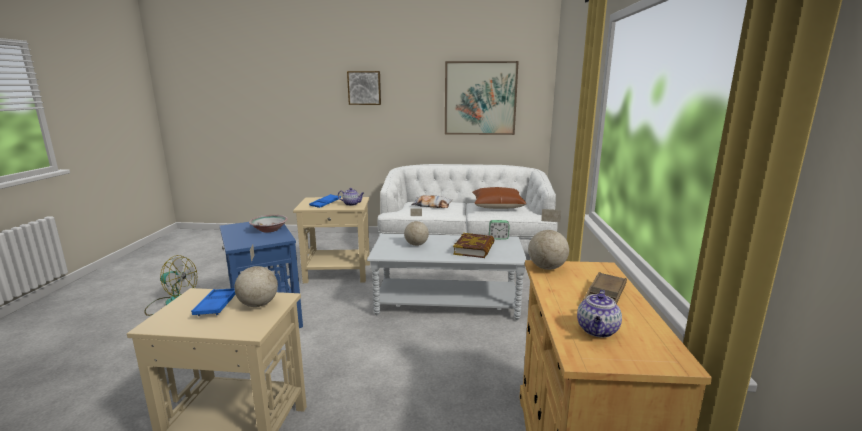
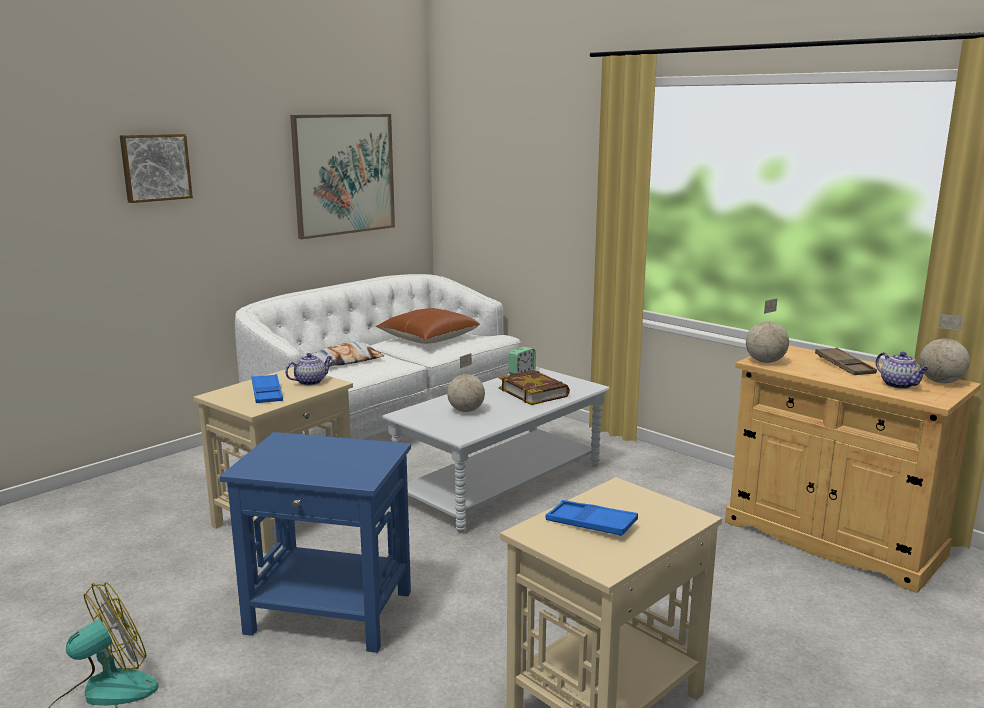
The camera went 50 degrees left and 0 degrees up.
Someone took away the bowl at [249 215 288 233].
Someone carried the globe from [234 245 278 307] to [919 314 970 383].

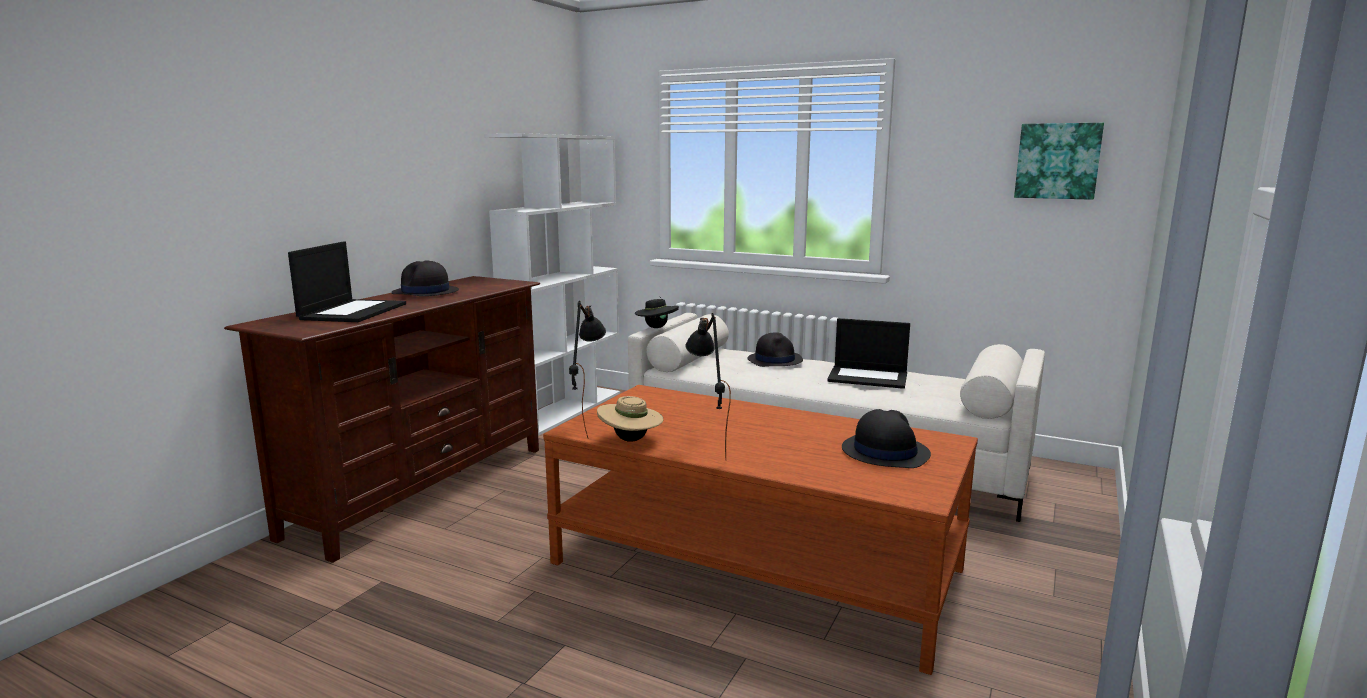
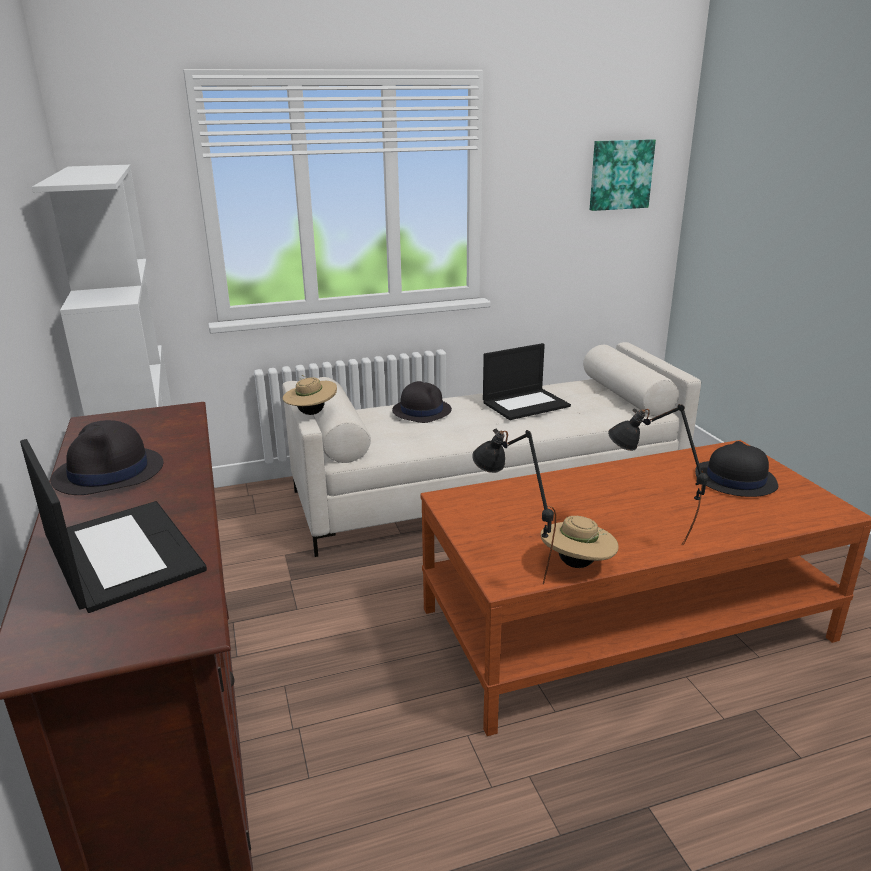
The camera went 45 degrees left and 10 degrees up.
Someone repainted the black hat at [635 297 679 328], which became the beige hat at [282 375 337 415].

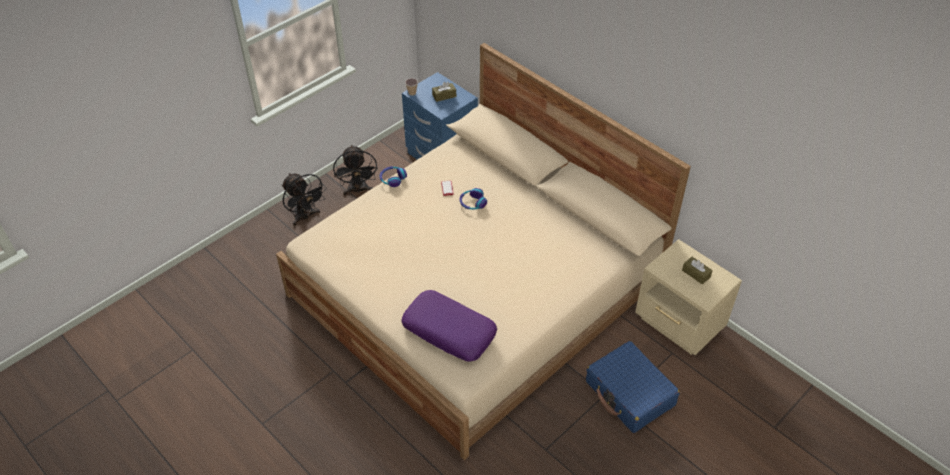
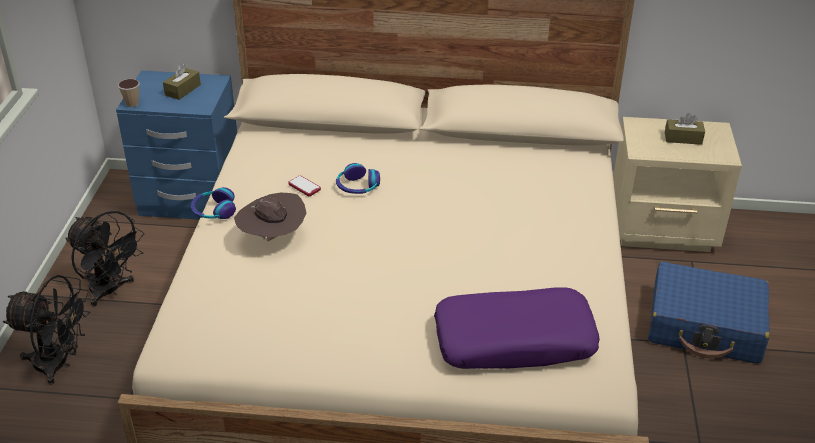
The camera went 40 degrees left and 10 degrees down.
Someone put down the brown hat at [234 193 306 241].

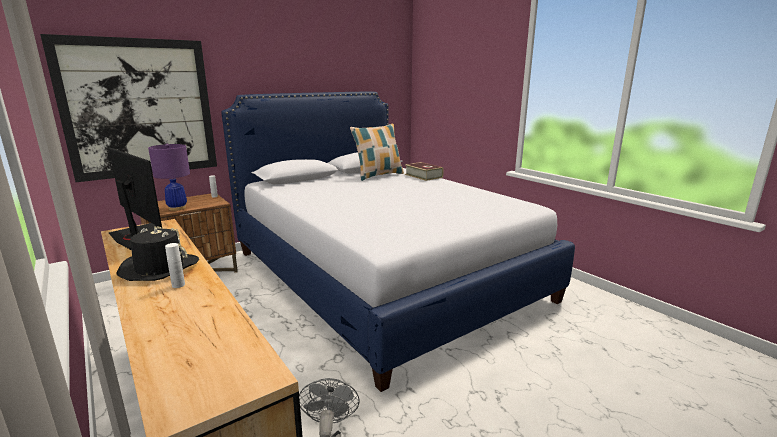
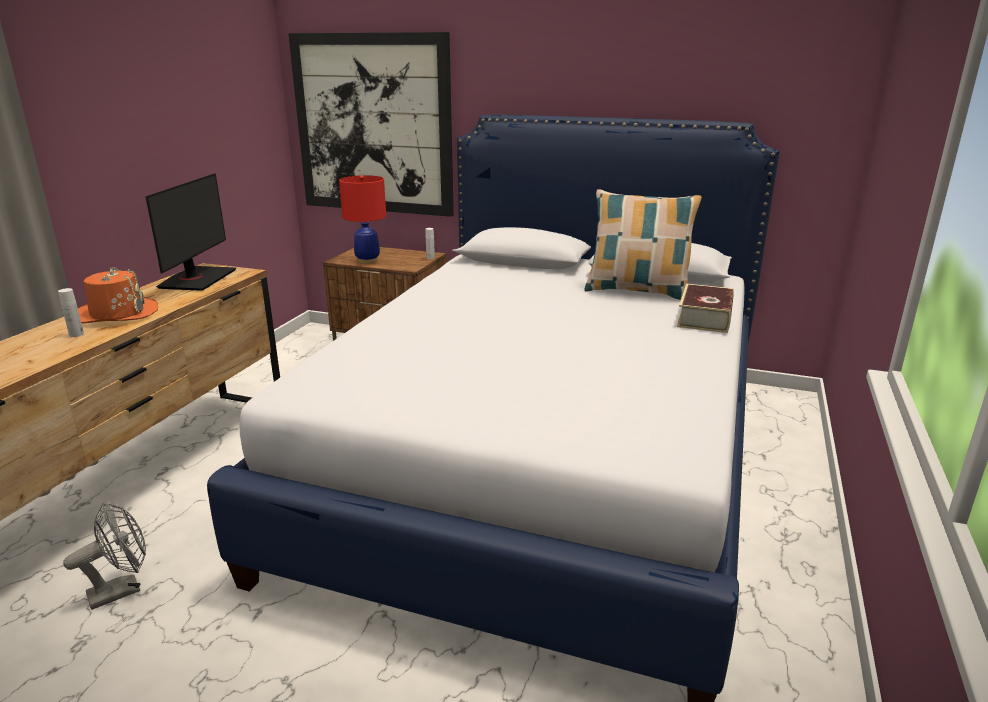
The camera went 55 degrees right and 5 degrees up.
Someone repainted the purple table lamp at [148 144 190 211], which became the red table lamp at [339 175 386 264].
Someone repainted the black hat at [116 226 199 281], which became the orange hat at [78 267 158 324].

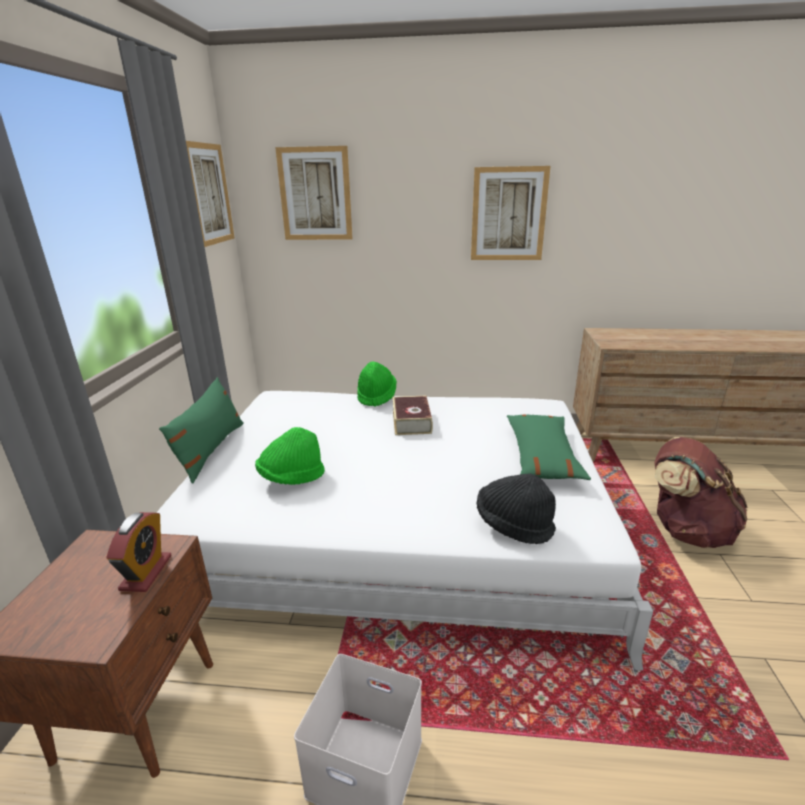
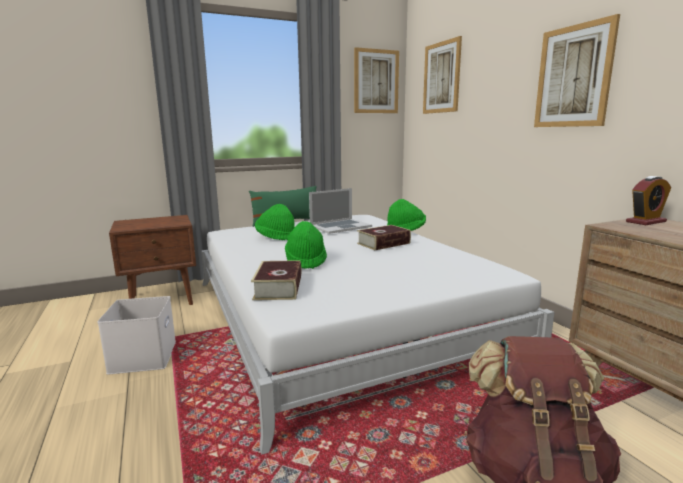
The camera went 60 degrees right and 10 degrees down.
Someone took away the green pillow at [507 415 591 480].
Someone swapped the black hat at [476 474 556 544] for the book at [251 260 302 300].
Someone carried the alarm clock from [106 512 172 592] to [626 176 671 225].
Someone put down the laptop at [309 188 372 234].
Someone put down the green hat at [285 221 327 269].

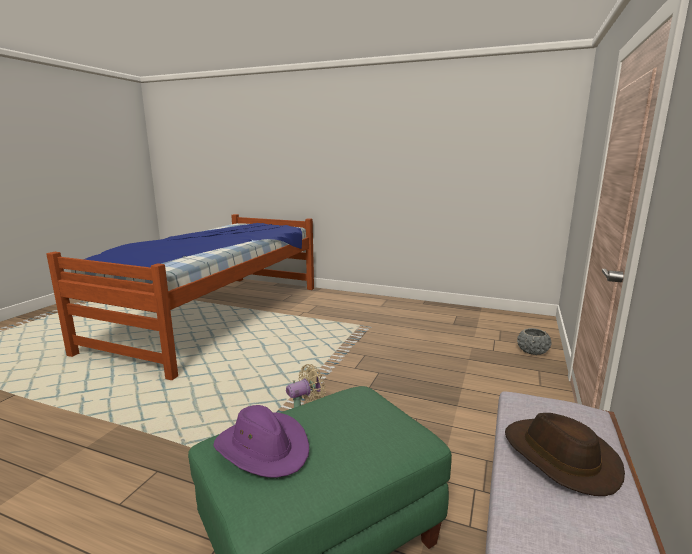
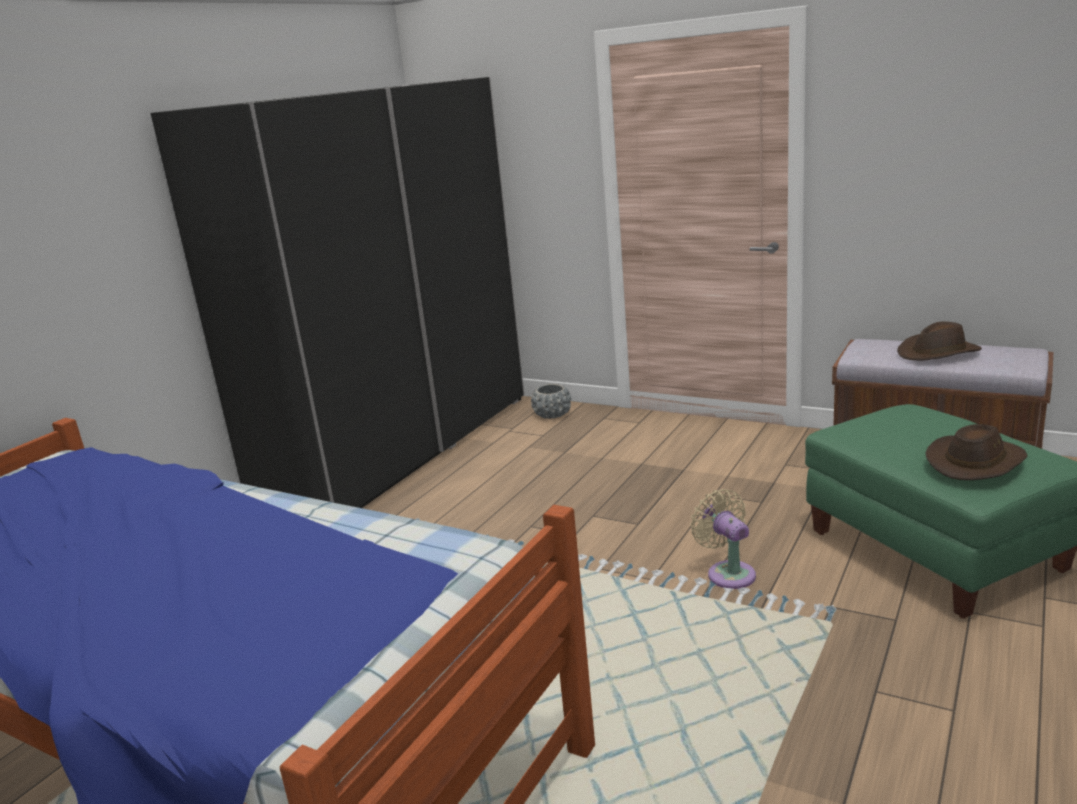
The camera went 80 degrees left and 5 degrees up.
Someone repainted the purple hat at [213 405 309 478], which became the brown hat at [925 424 1028 480].
Someone put down the black wardrobe at [151 77 524 508].

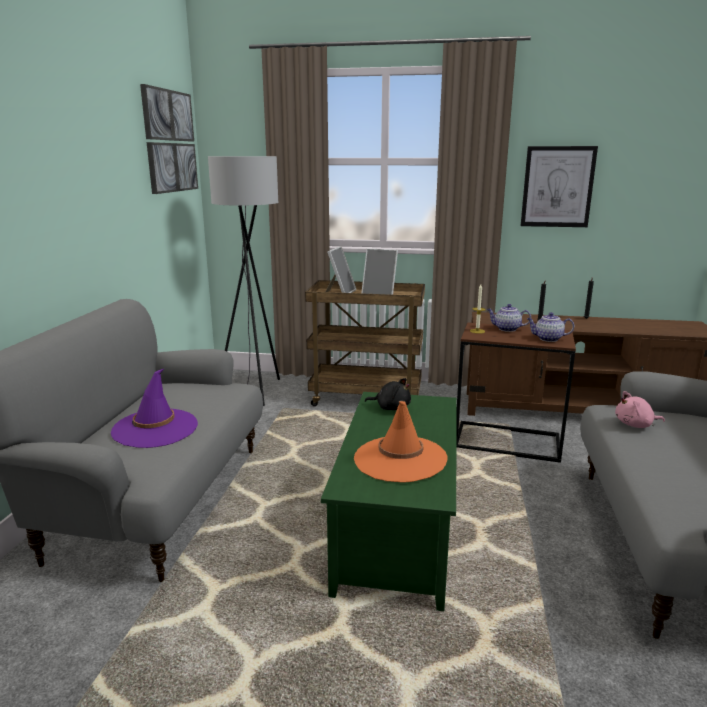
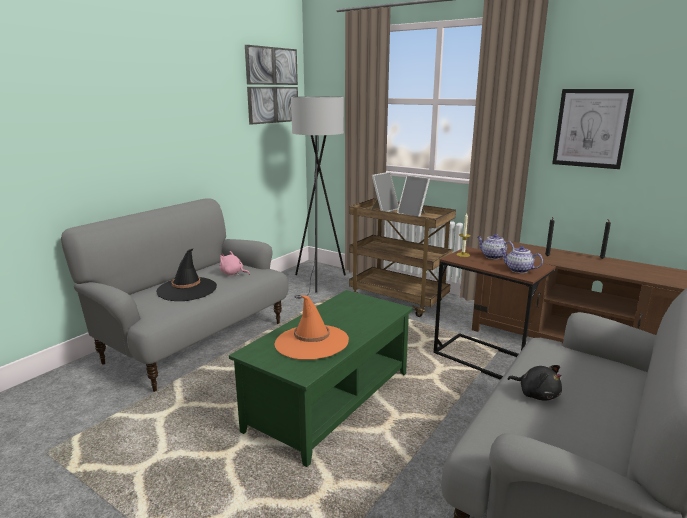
The camera went 25 degrees right and 0 degrees up.
Someone repainted the purple hat at [111 368 198 448], which became the black hat at [156 248 217 301].
Someone carried the black plush toy from [365 378 411 410] to [508 365 562 401].
Someone carried the pink plush toy from [615 391 665 428] to [219 251 250 276].

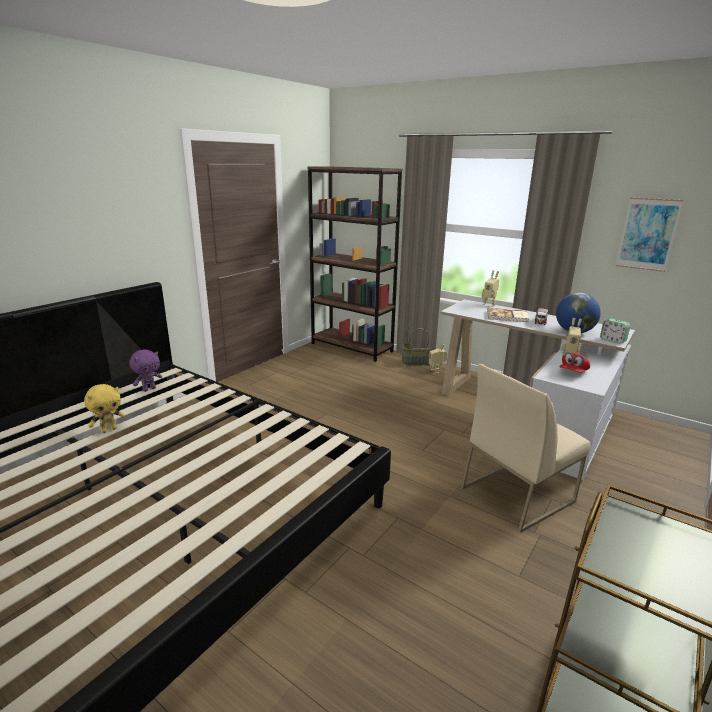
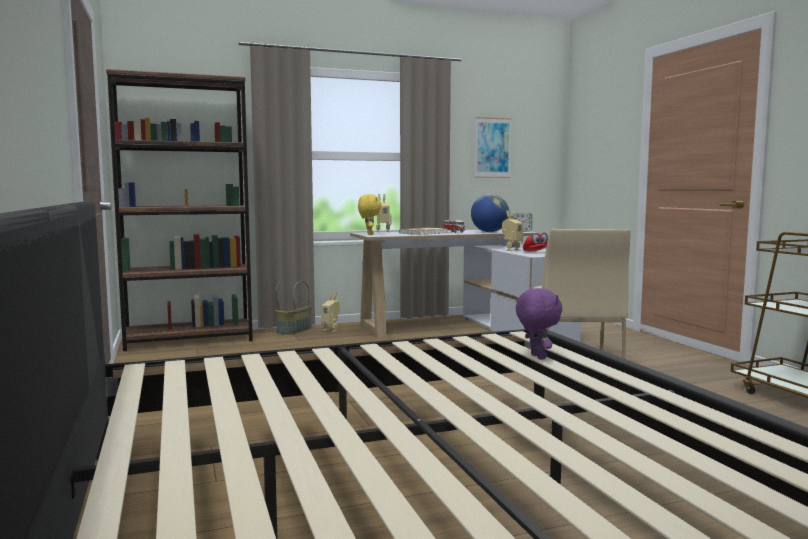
The camera went 55 degrees left and 15 degrees down.
Someone carried the purple plush toy from [129 349 162 392] to [516 288 562 360].
Someone carried the yellow plush toy from [84 384 125 433] to [358 194 382 235].

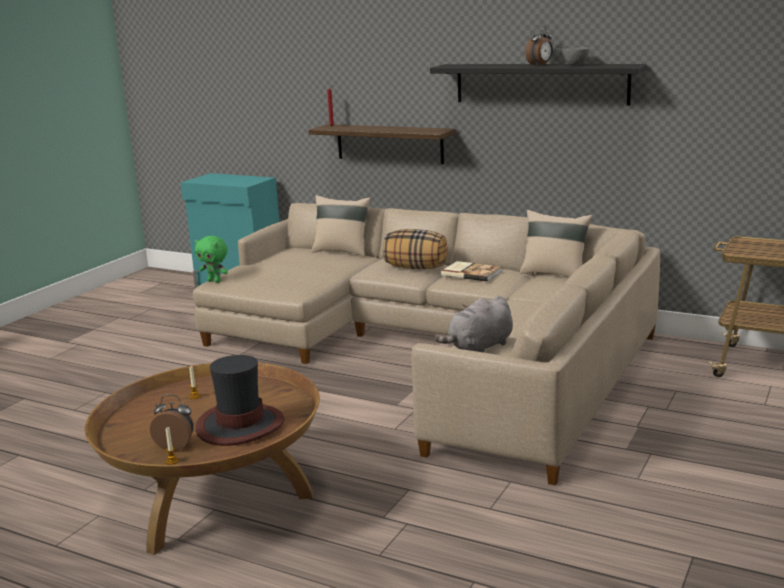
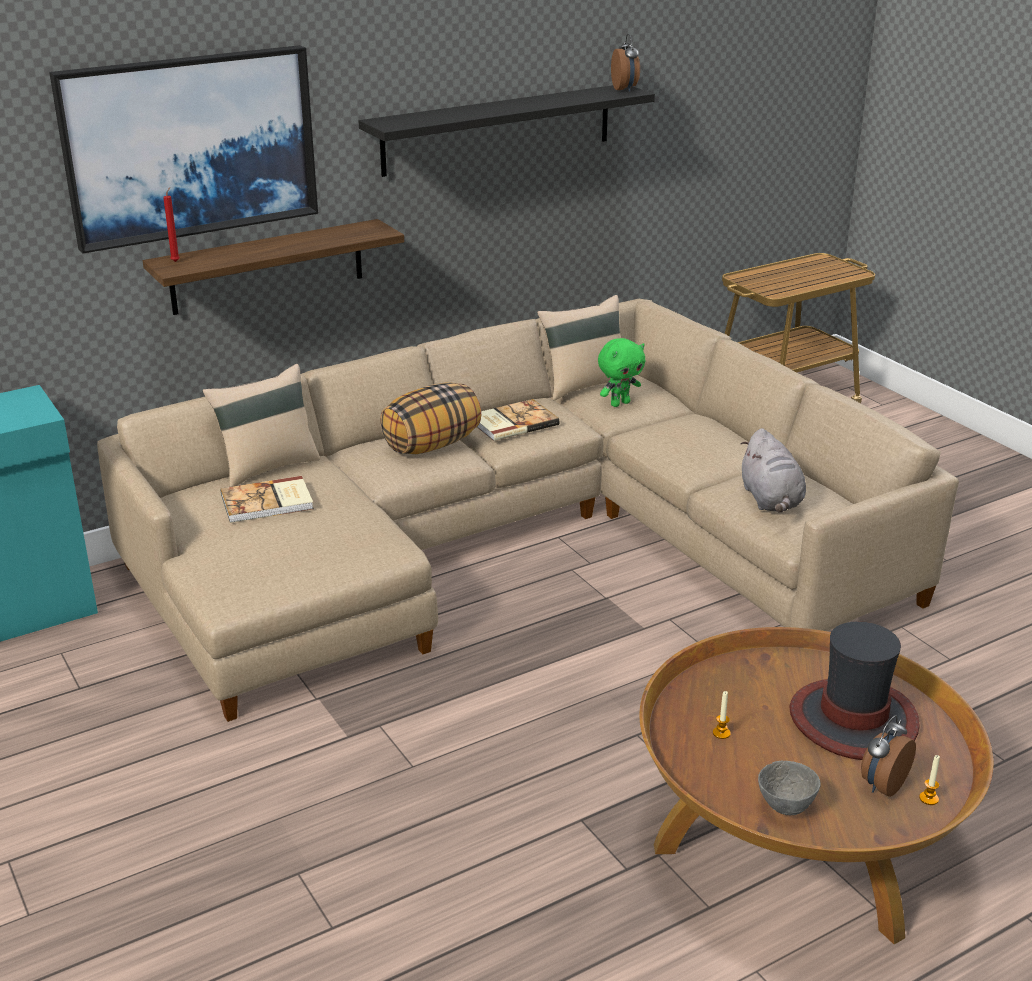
The camera went 60 degrees left and 10 degrees up.
Someone carried the alarm clock from [525 26 553 66] to [611 34 640 92].
Someone carried the grey bowl from [562 47 590 66] to [758 761 821 815].
Someone carried the green plush toy from [195 236 228 283] to [598 338 645 407].
Someone put up the picture at [49 45 318 253].
Someone put down the book at [220 476 314 523].

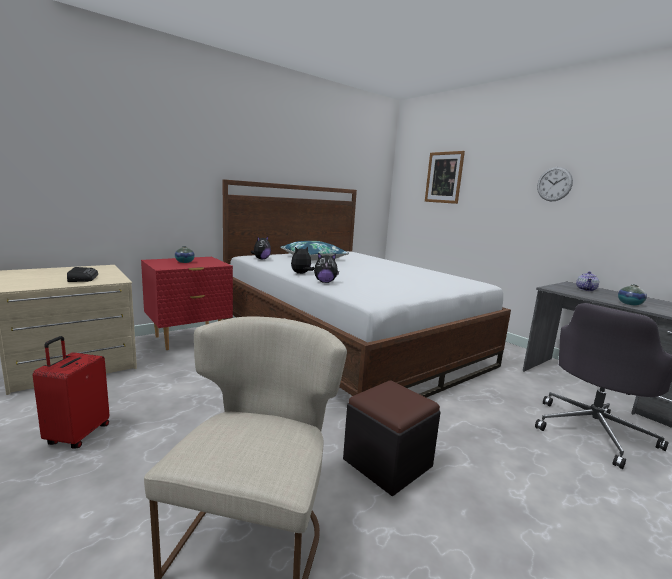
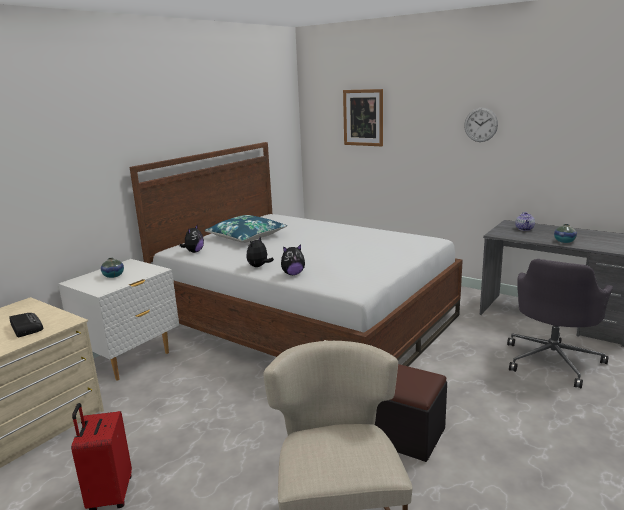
The camera went 15 degrees left and 5 degrees up.
Someone repainted the red nightstand at [141 257 233 350], which became the white nightstand at [58 259 179 381].

